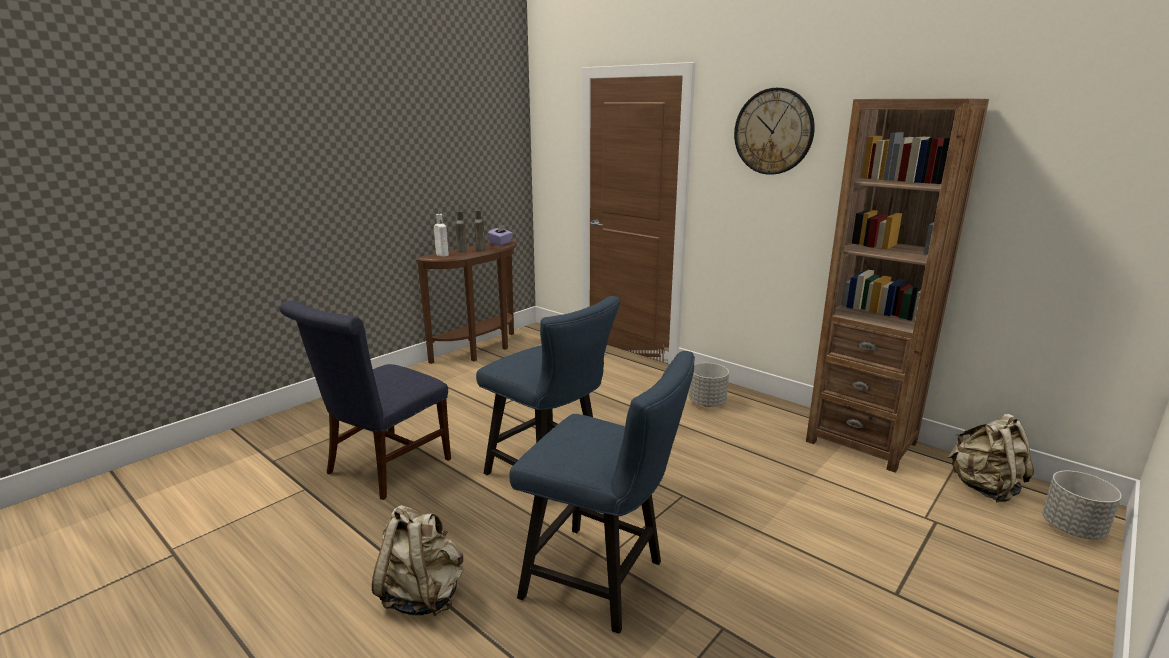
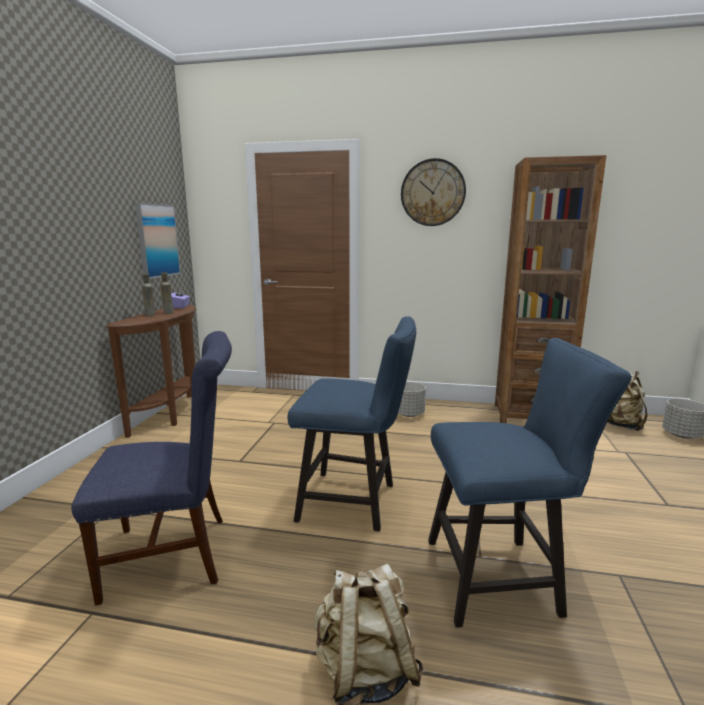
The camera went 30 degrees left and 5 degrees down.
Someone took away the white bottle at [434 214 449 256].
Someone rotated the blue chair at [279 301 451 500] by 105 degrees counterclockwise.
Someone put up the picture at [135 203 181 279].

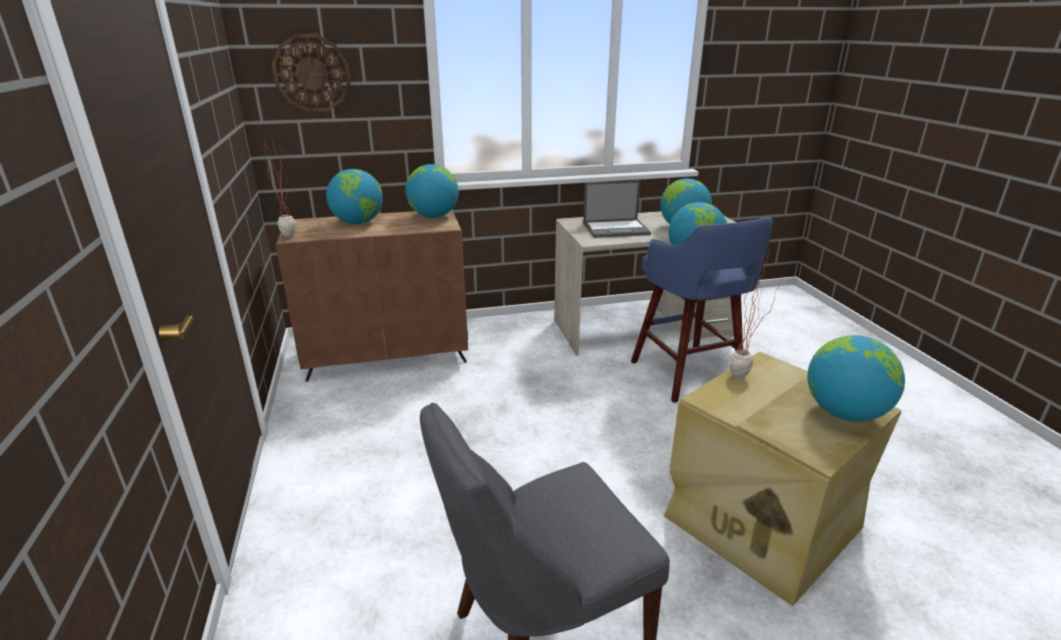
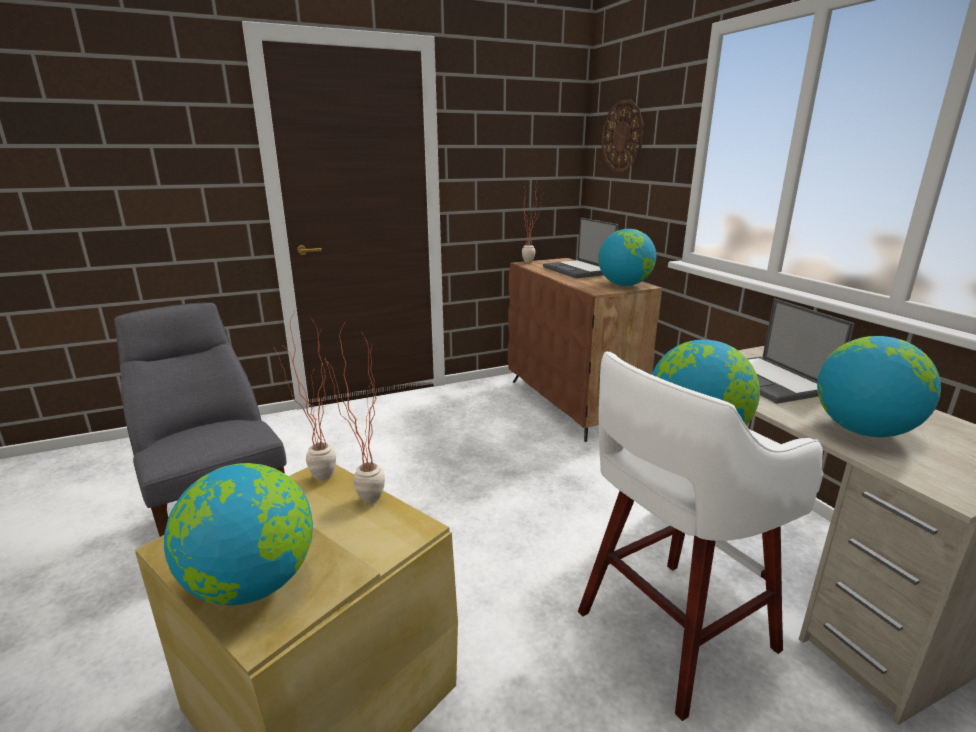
The camera went 80 degrees right and 5 degrees down.
Someone swapped the globe at [326 169 383 224] for the laptop at [543 218 618 278].
Someone repainted the blue stool at [631 217 773 403], which became the white stool at [578 351 824 721].
Someone put down the potted plant at [274 310 336 481].

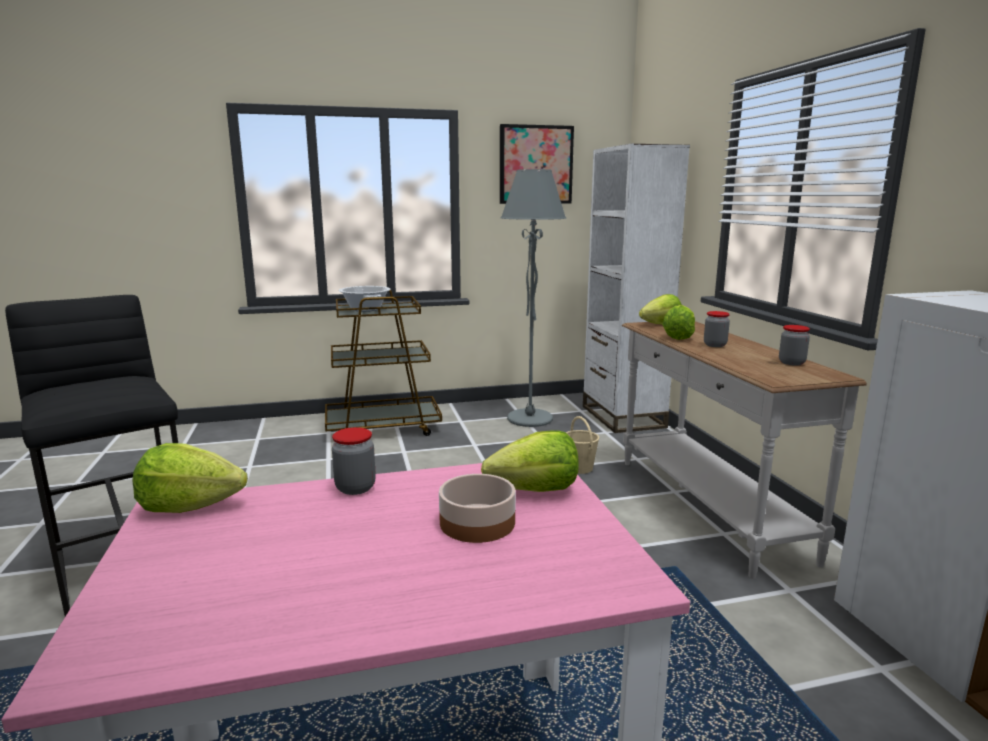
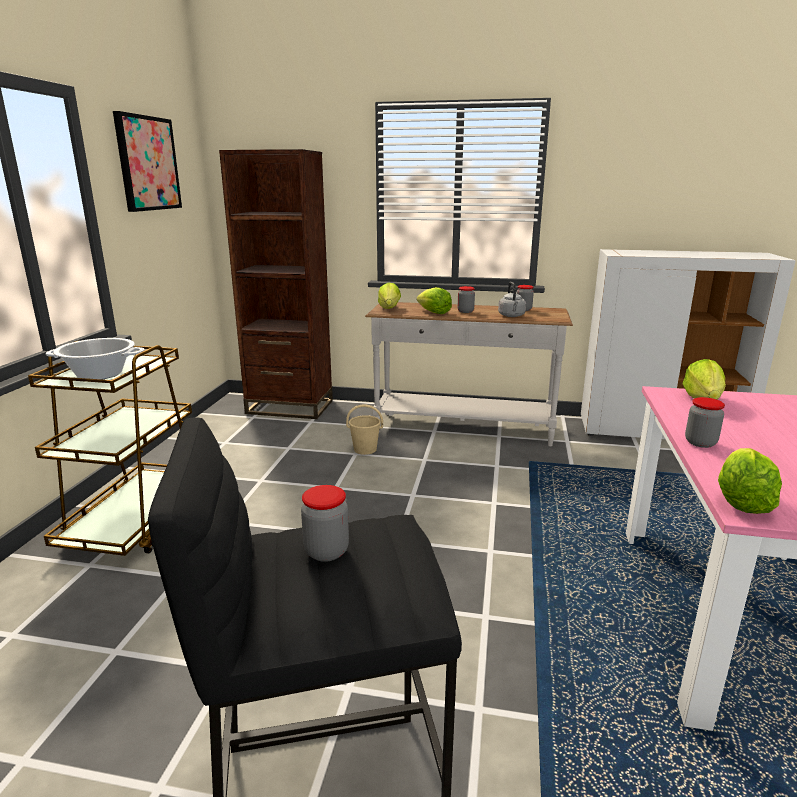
The camera went 65 degrees left and 5 degrees up.
Someone repainted the white bookcase at [583 144 690 433], which became the brown bookcase at [219 149 333 419].
Someone took away the grey floor lamp at [501 169 566 427].
Someone took away the bowl at [439 474 516 543].
Someone put down the grey kettle at [498 282 526 317].
Someone put down the jar at [301 485 349 562].

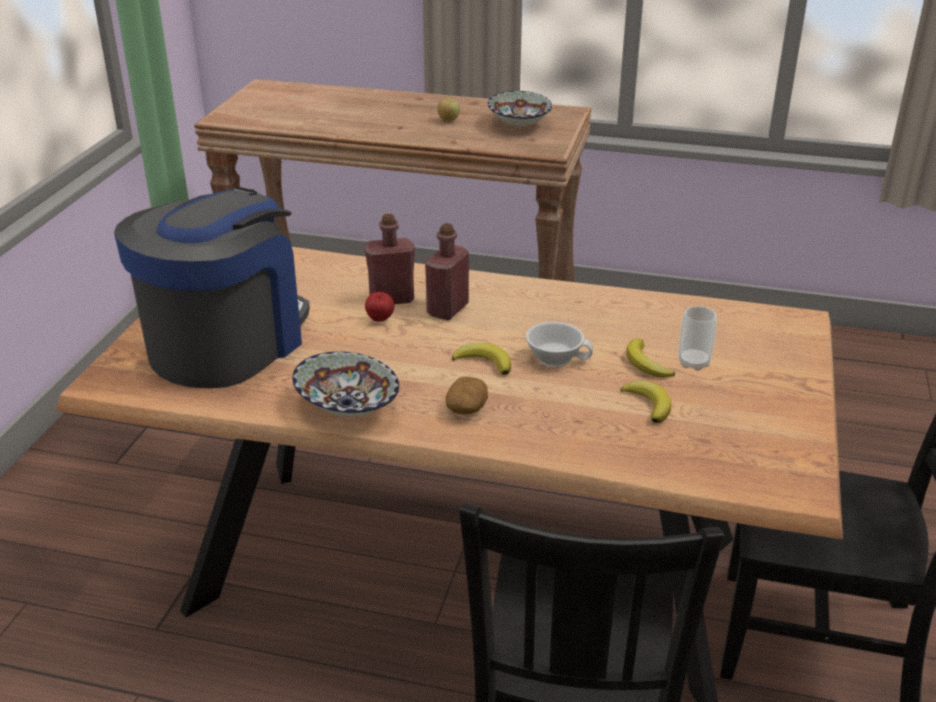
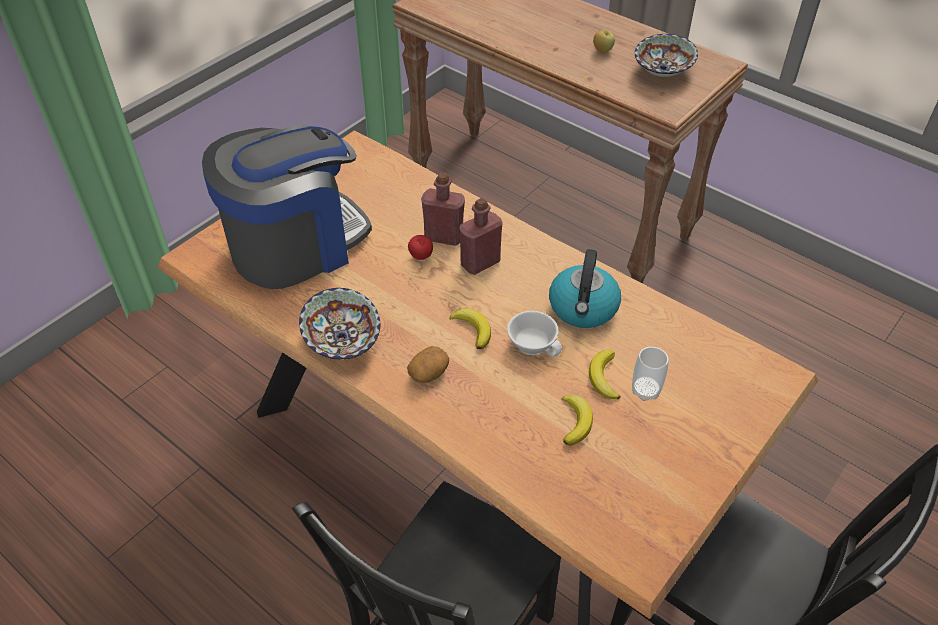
The camera went 25 degrees right and 15 degrees up.
Someone put down the kettle at [549 249 621 328].

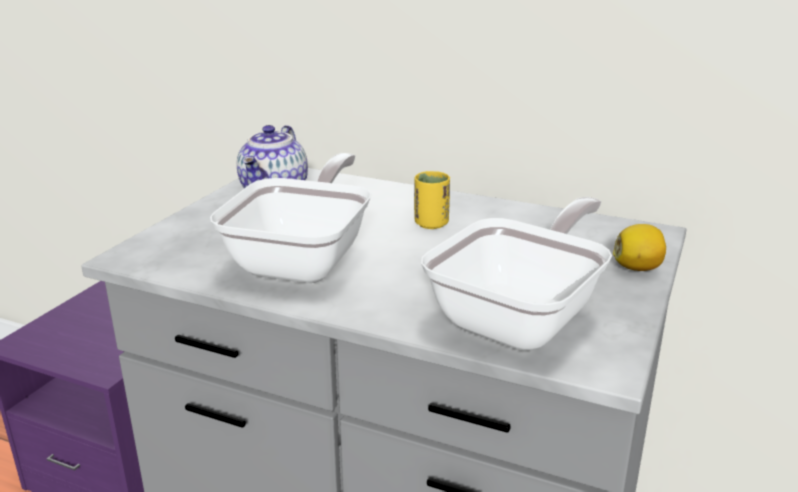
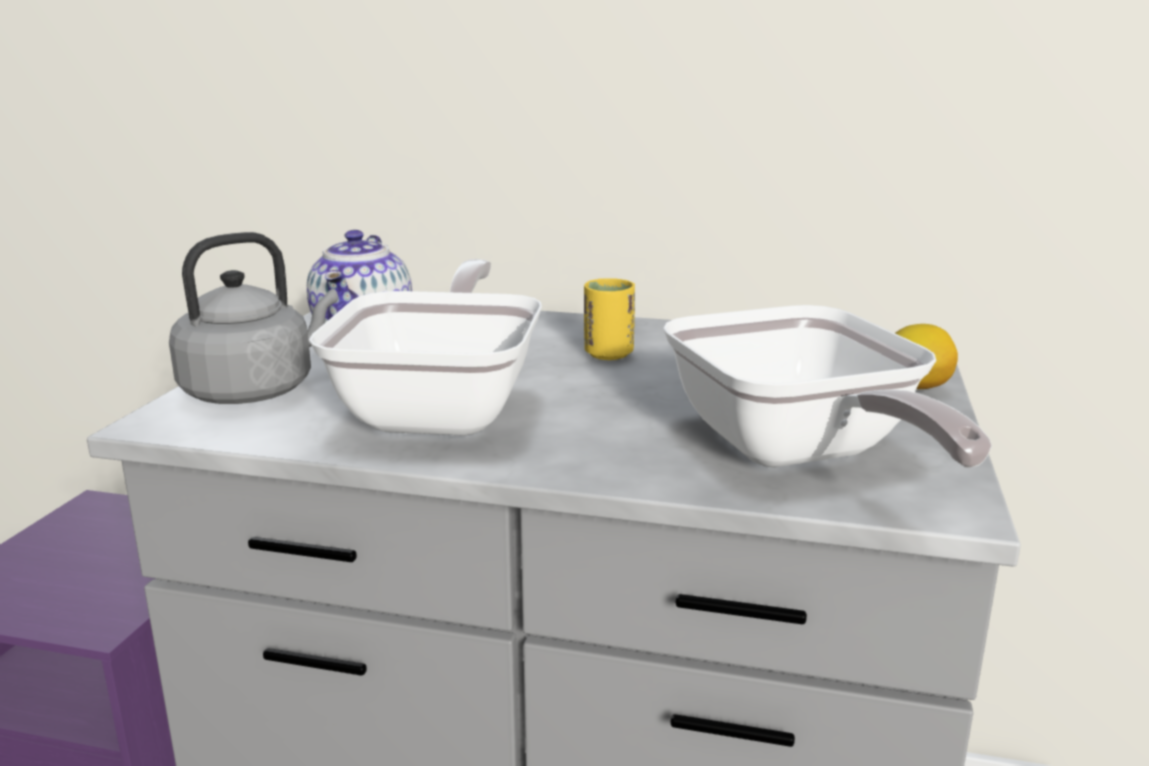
The camera went 10 degrees left and 5 degrees down.
Someone rotated the frying pan at [421 197 612 351] by 135 degrees clockwise.
Someone put down the grey kettle at [169 232 338 404].

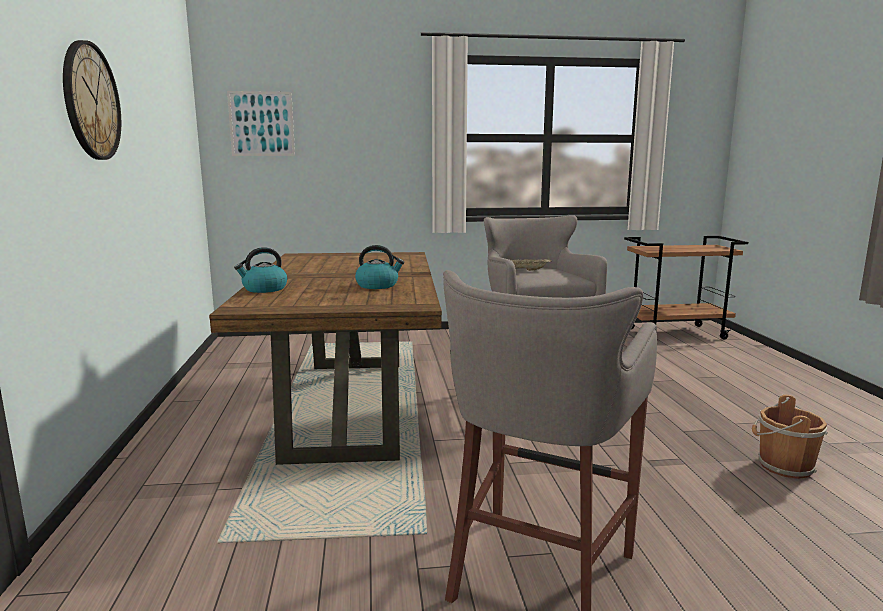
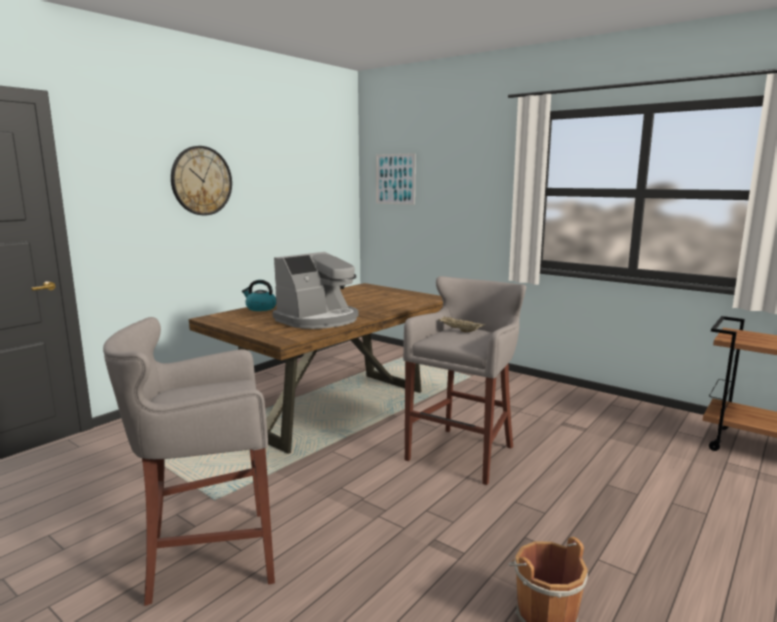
The camera went 45 degrees right and 0 degrees up.
Someone swapped the kettle at [355 245 404 289] for the coffee machine at [272 252 358 329].

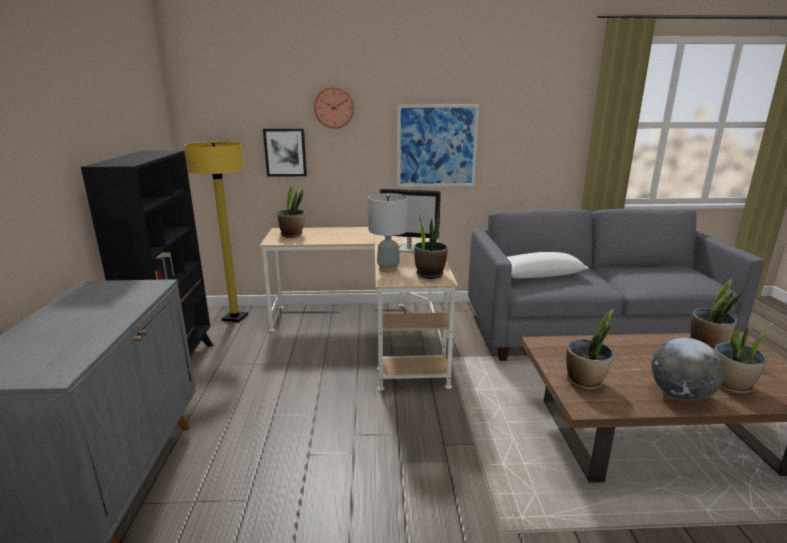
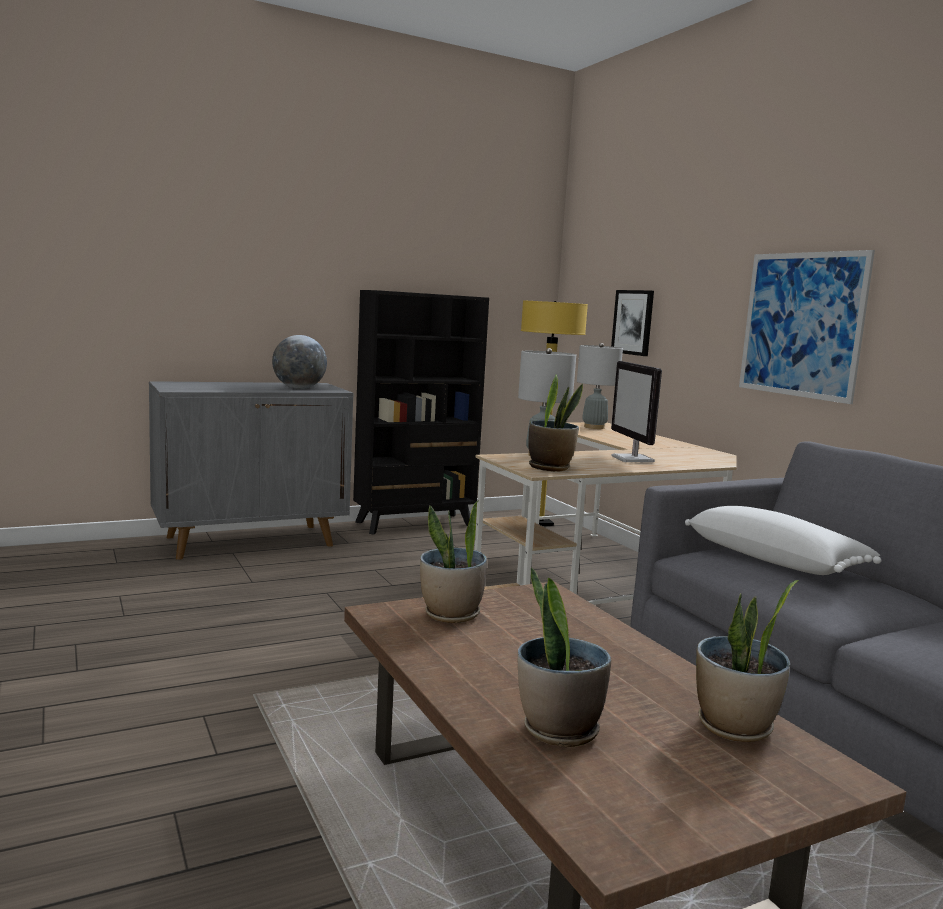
The camera went 65 degrees right and 10 degrees down.
Someone took away the wall clock at [314 87 354 129].
Someone swapped the potted plant at [278 184 305 238] for the grey table lamp at [577 343 623 429].
Someone carried the globe from [651 338 724 401] to [272 335 327 389].

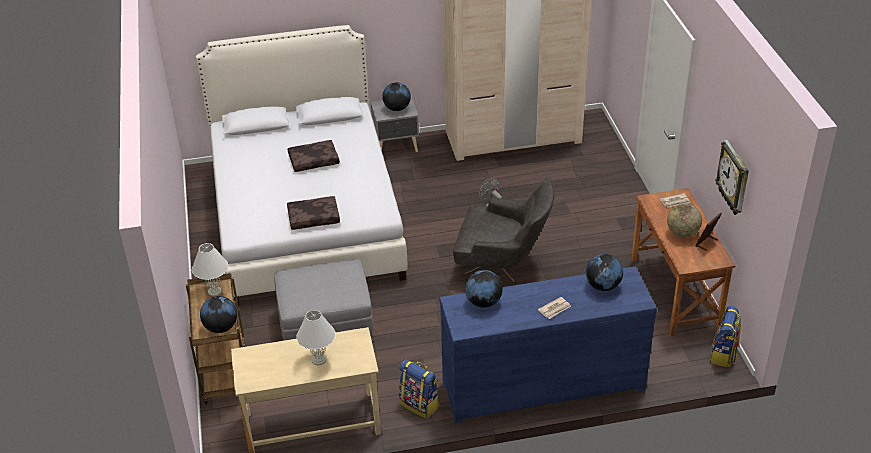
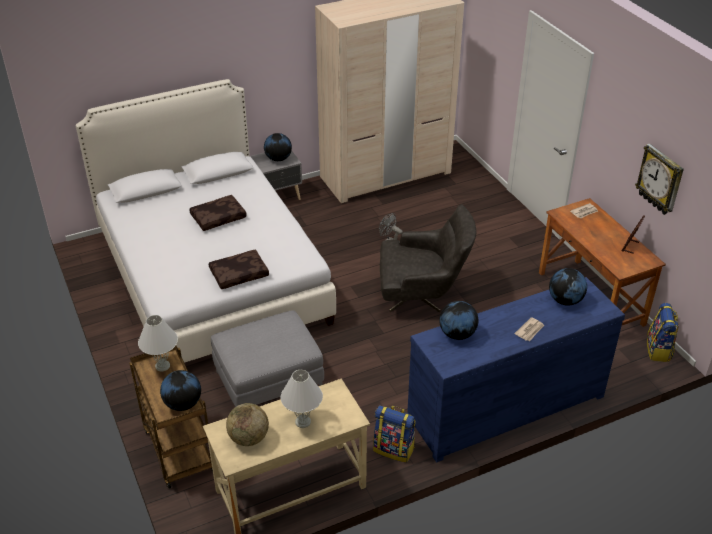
The camera went 15 degrees left and 0 degrees up.
Someone carried the globe from [667 203 702 238] to [226 403 269 446].

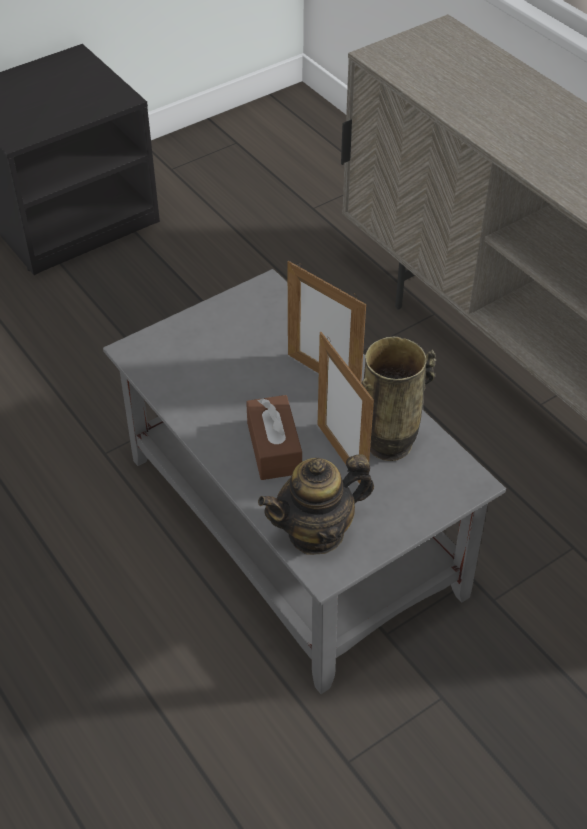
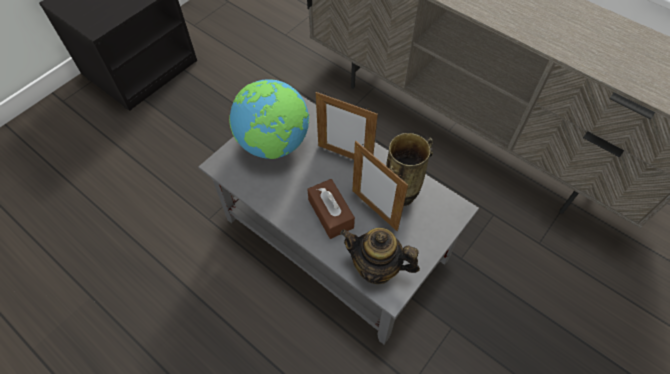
The camera went 15 degrees left and 10 degrees up.
Someone rotated the teapot at [258 454 374 555] by 60 degrees clockwise.
Someone put down the globe at [229 79 309 159].

